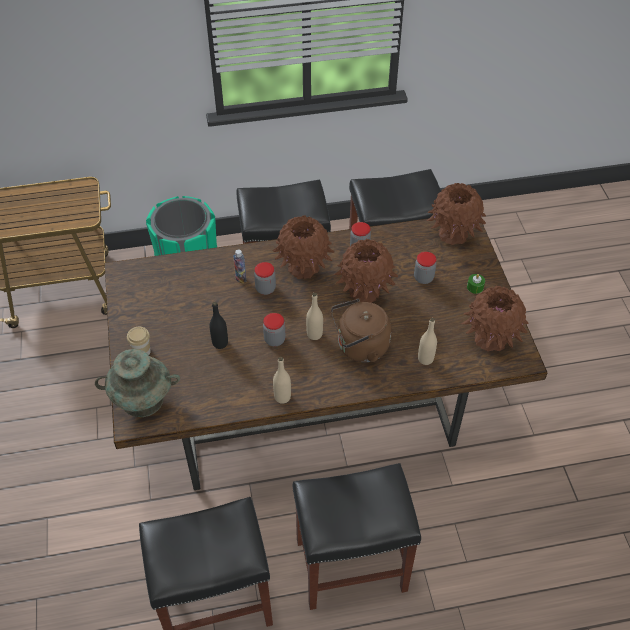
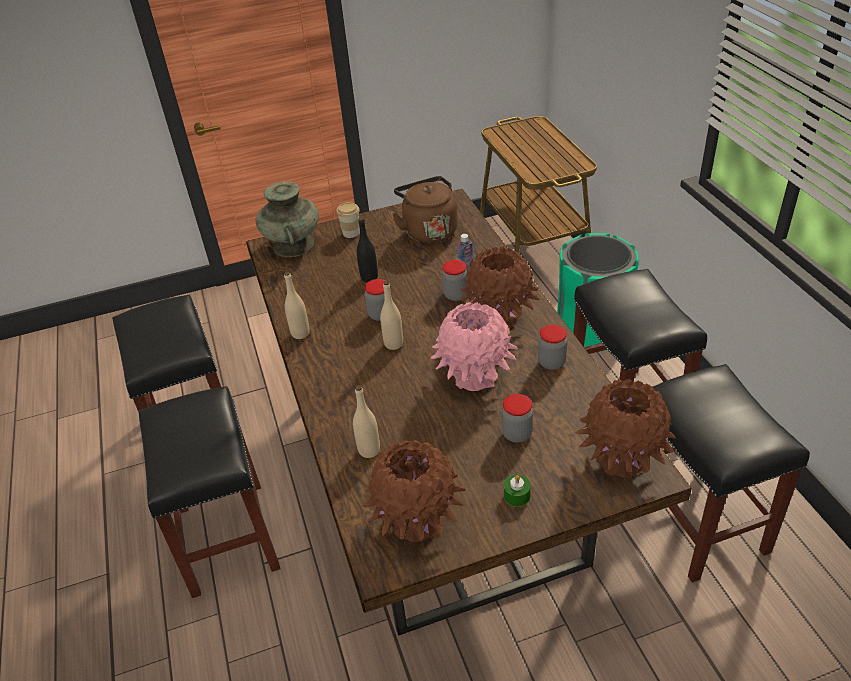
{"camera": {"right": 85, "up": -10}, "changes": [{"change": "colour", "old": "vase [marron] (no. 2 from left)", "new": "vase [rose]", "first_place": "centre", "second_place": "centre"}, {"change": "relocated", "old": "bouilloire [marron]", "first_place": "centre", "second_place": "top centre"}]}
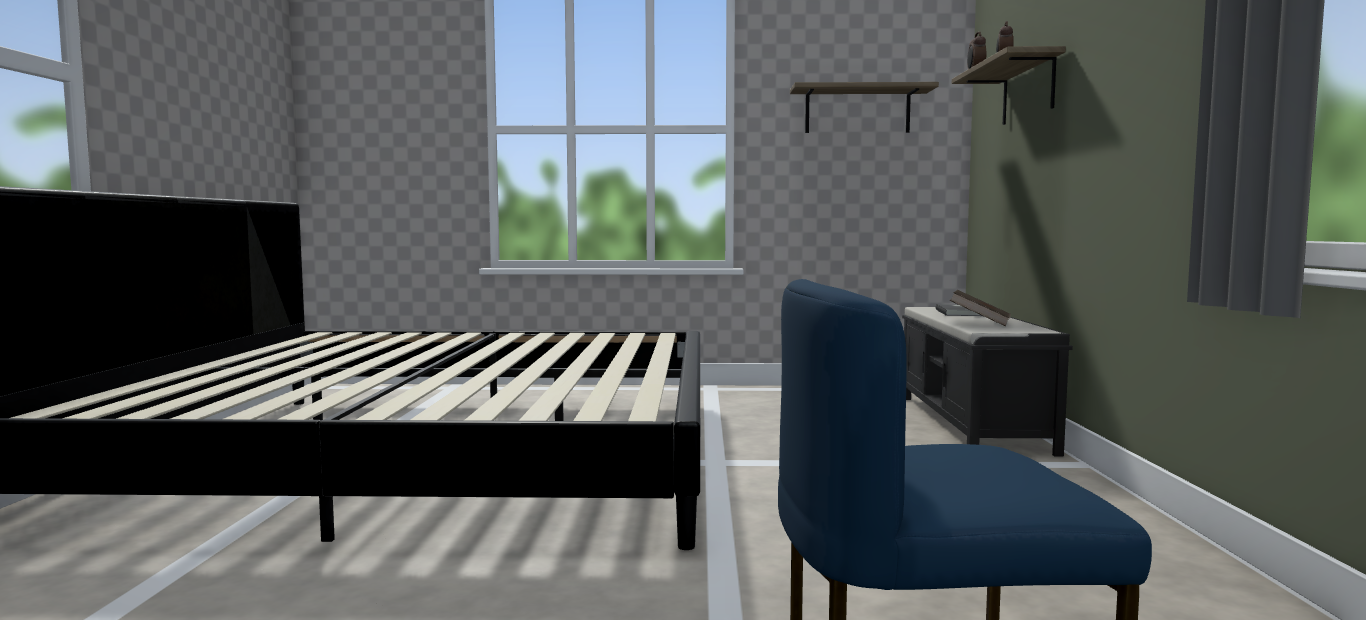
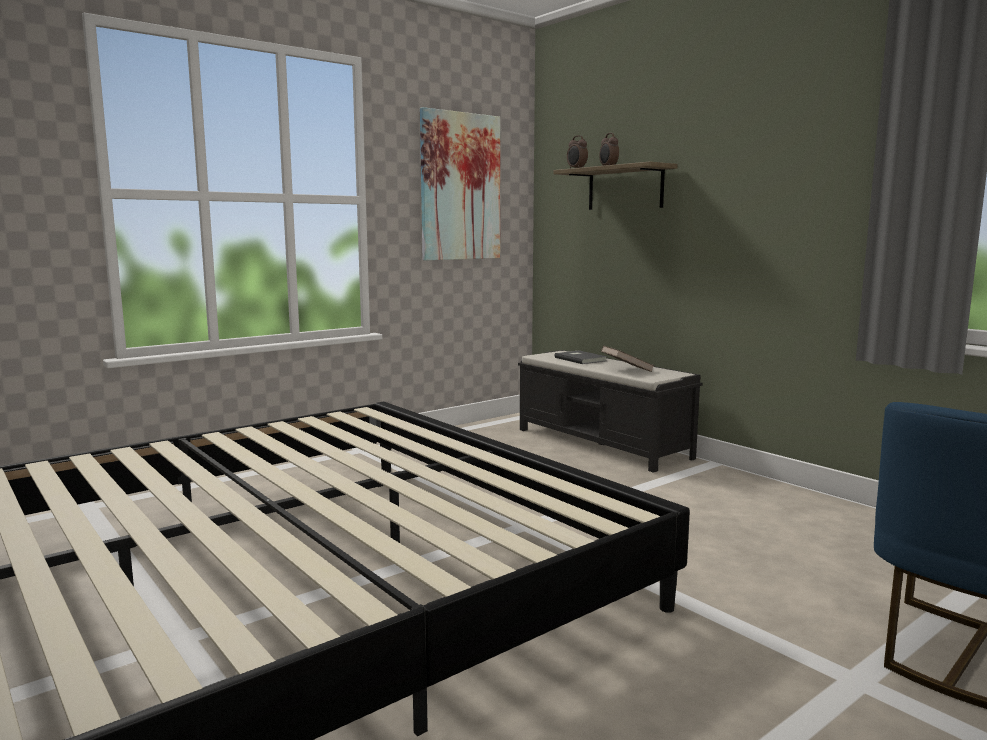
{"camera": {"right": -40, "up": 5}, "changes": [{"change": "exchanged", "old": "étagère (no. 1 from left)", "new": "tableau", "first_place": "top centre", "second_place": "top centre"}]}
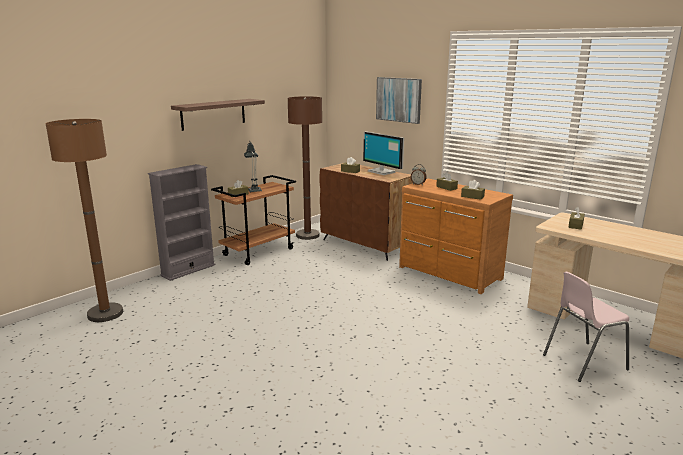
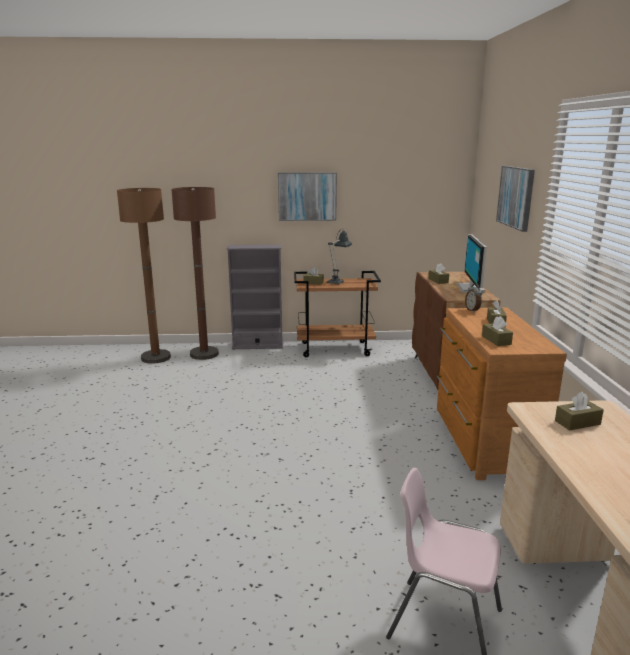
{"camera": {"right": 45, "up": 0}, "changes": [{"change": "relocated", "old": "lampadaire [marron] (no. 2 from left)", "first_place": "centre", "second_place": "middle left"}, {"change": "exchanged", "old": "étagère", "new": "tableau (no. 1 from left)", "first_place": "top left", "second_place": "top centre"}]}
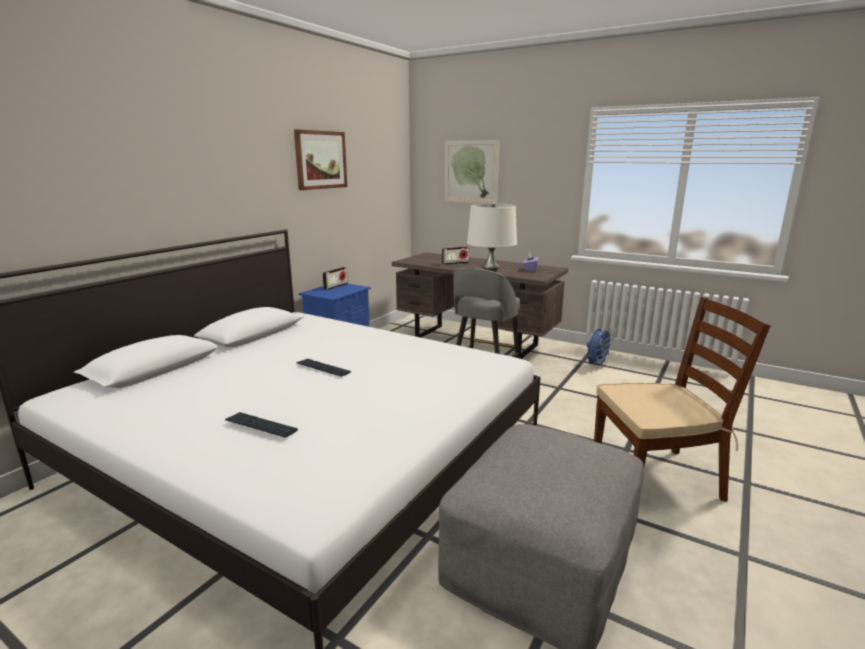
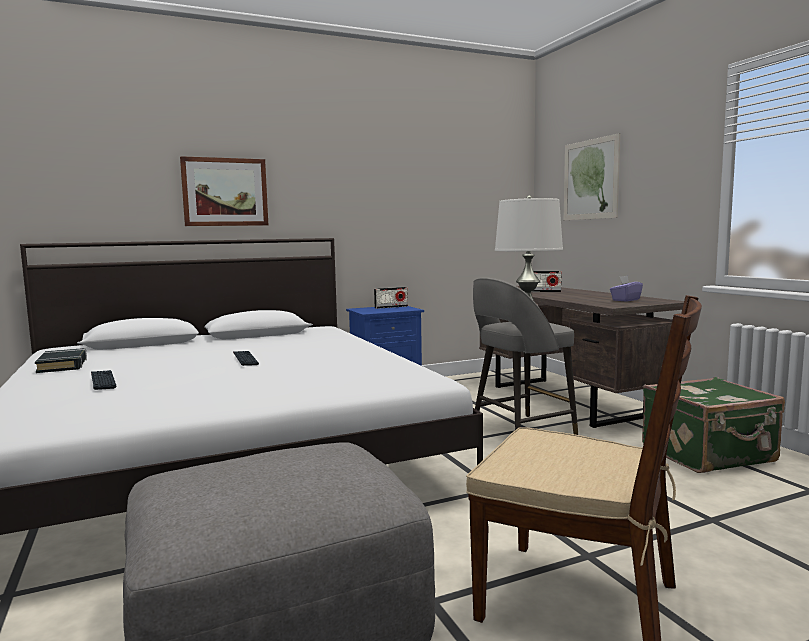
{"camera": {"right": 35, "up": -10}, "changes": [{"change": "relocated", "old": "tableau (no. 1 from left)", "first_place": "top centre", "second_place": "top left"}, {"change": "exchanged", "old": "ventilateur [bleu]", "new": "valise [vert]", "first_place": "middle right", "second_place": "middle right"}, {"change": "appeared", "new": "livre [noir]", "second_place": "middle left"}]}
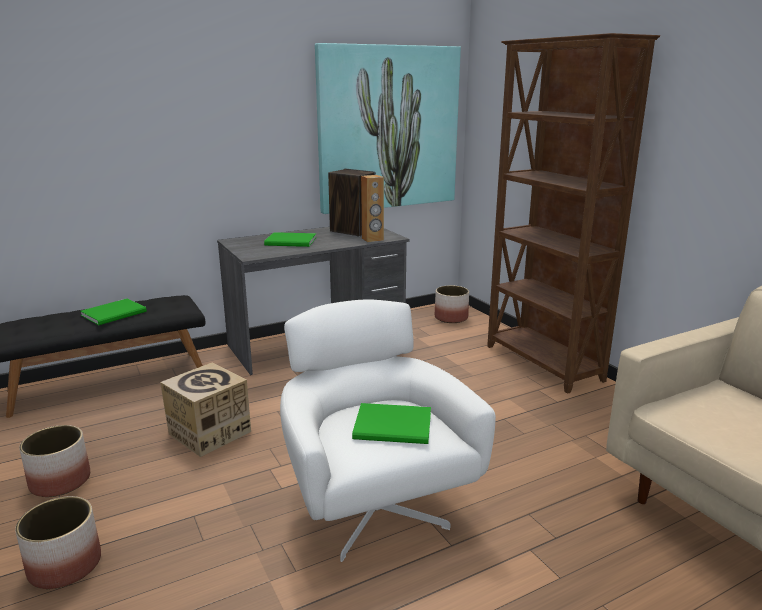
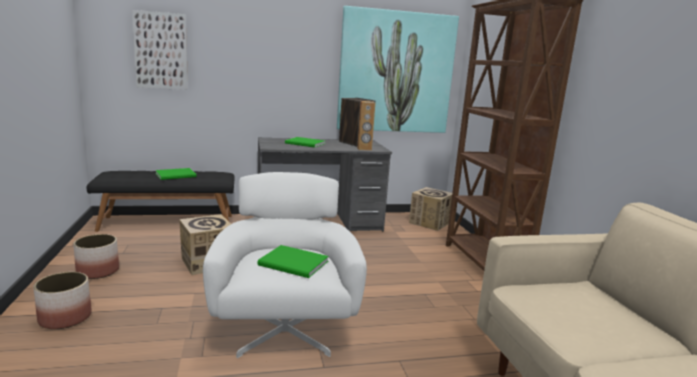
{"camera": {"right": 15, "up": -5}, "changes": [{"change": "exchanged", "old": "cache-pot (no. 3 from left)", "new": "carton (no. 2 from left)", "first_place": "centre", "second_place": "centre"}, {"change": "appeared", "new": "tableau (no. 1 from left)", "second_place": "top left"}]}
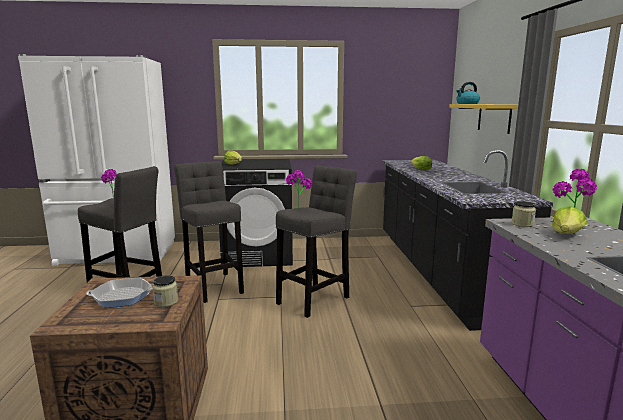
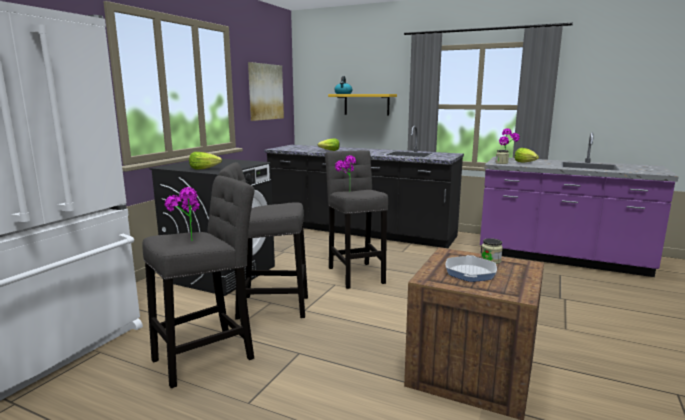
{"camera": {"right": -60, "up": 0}, "changes": [{"change": "appeared", "new": "tableau", "second_place": "top centre"}]}
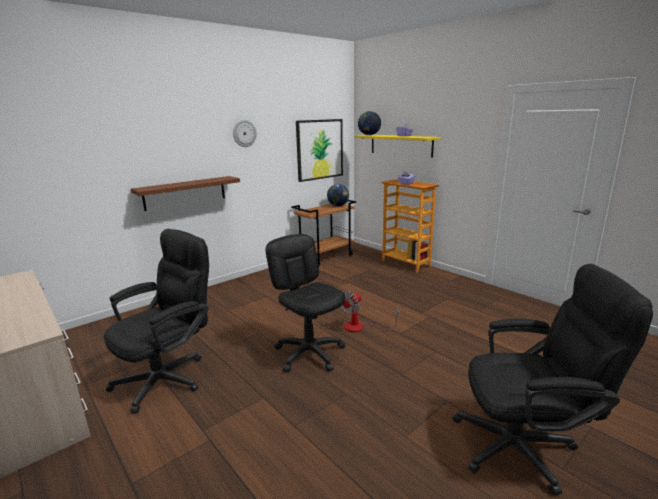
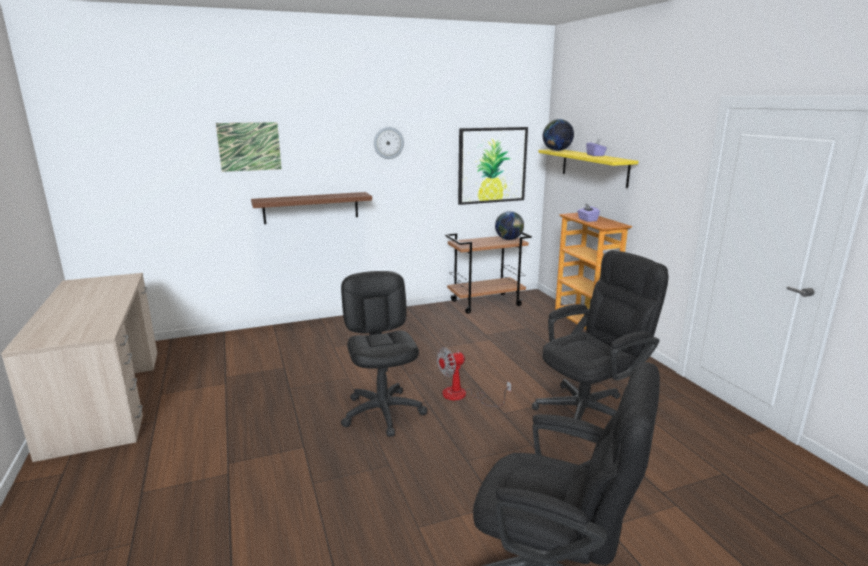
{"camera": {"right": 20, "up": 0}, "changes": [{"change": "relocated", "old": "chaise de bureau [noir] (no. 1 from left in the first image)", "new": "chaise de bureau [noir] (no. 3 from left)", "first_place": "middle left", "second_place": "middle right"}, {"change": "appeared", "new": "tableau (no. 1 from left)", "second_place": "top left"}]}
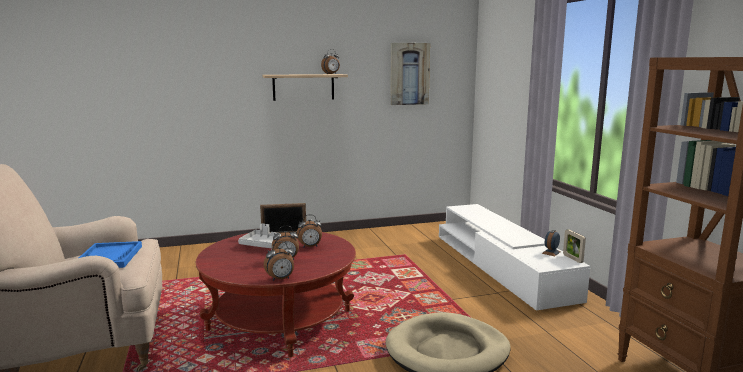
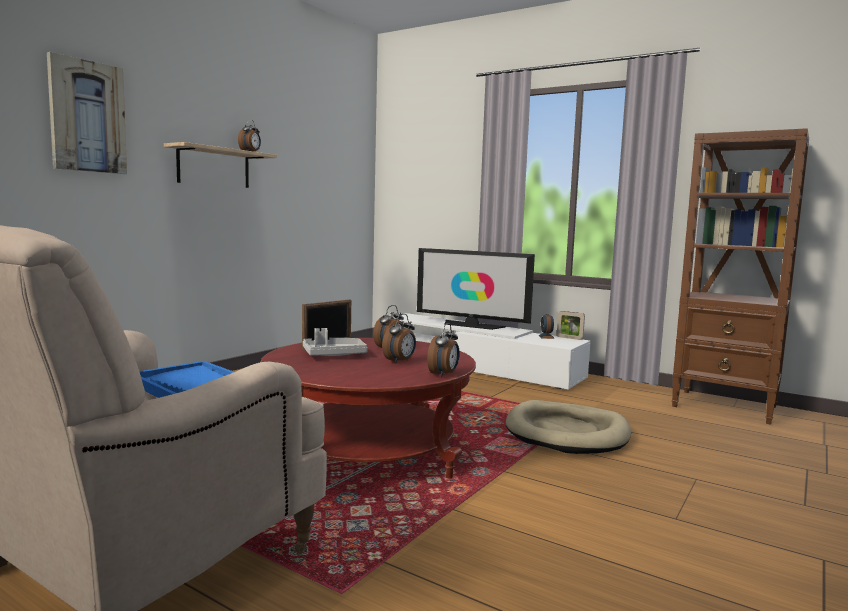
{"camera": {"right": -40, "up": -5}, "changes": [{"change": "relocated", "old": "tableau", "first_place": "top centre", "second_place": "top left"}, {"change": "appeared", "new": "téléviseur", "second_place": "centre"}]}
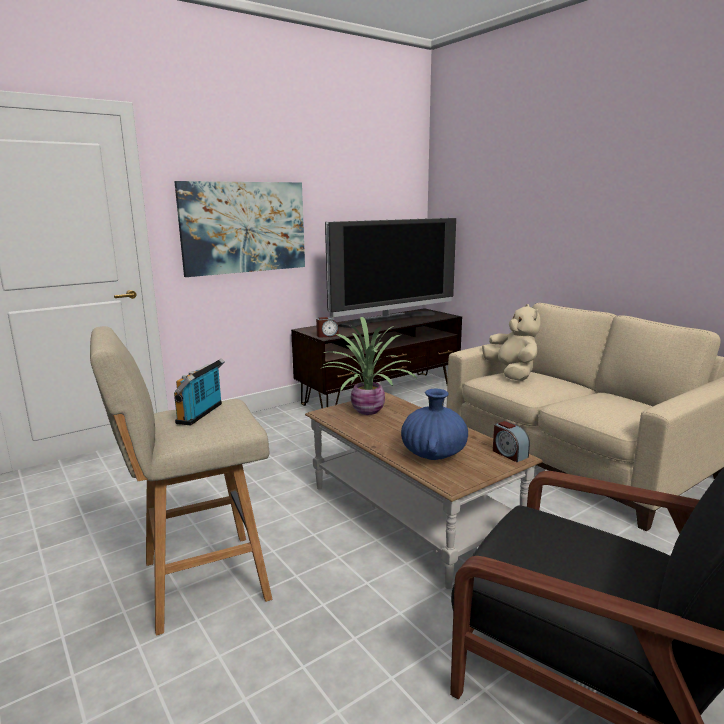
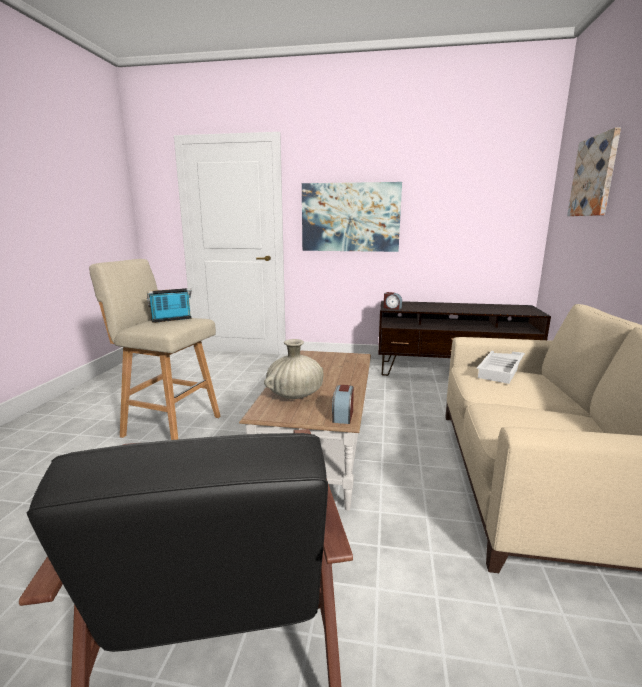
{"camera": {"right": 45, "up": 0}, "changes": [{"change": "missing", "old": "téléviseur", "first_place": "centre"}, {"change": "exchanged", "old": "peluche [beige]", "new": "plateau [blanc]", "first_place": "middle right", "second_place": "middle right"}, {"change": "missing", "old": "plante en pot", "first_place": "centre"}, {"change": "colour", "old": "vase [bleu]", "new": "vase [beige]", "first_place": "centre", "second_place": "centre"}, {"change": "appeared", "new": "tableau (no. 2 from left)", "second_place": "top right"}]}
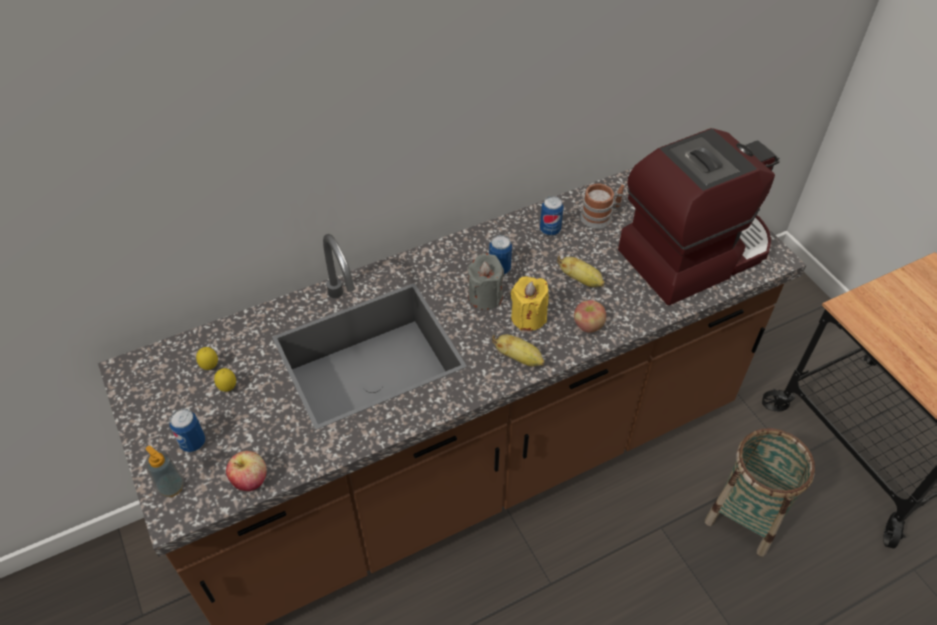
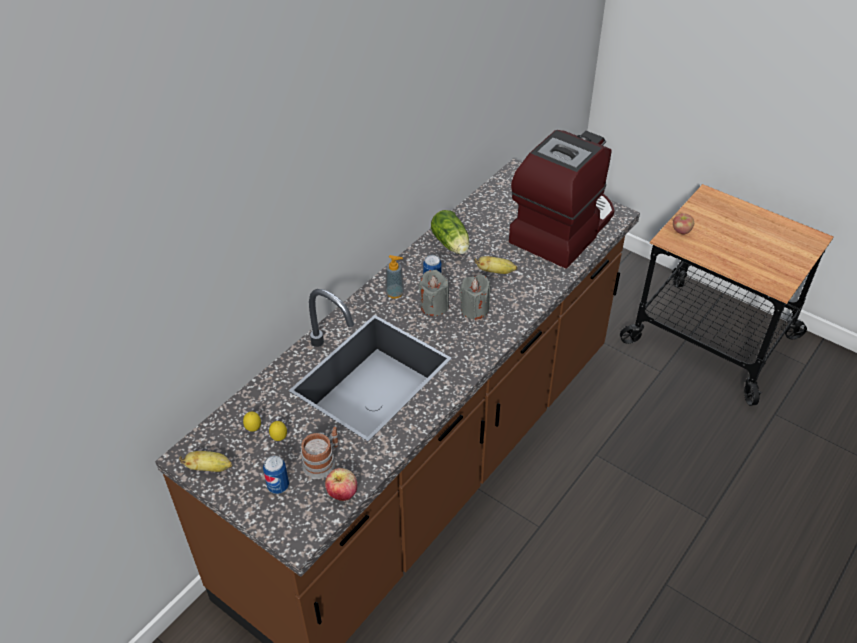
{"camera": {"right": -25, "up": -5}, "changes": [{"change": "relocated", "old": "mug", "first_place": "top centre", "second_place": "bottom centre"}, {"change": "exchanged", "old": "boîte métallique (no. 3 from left)", "new": "laitue", "first_place": "centre", "second_place": "centre"}, {"change": "colour", "old": "bougie [jaune]", "new": "bougie [gris] (no. 2 from left)", "first_place": "centre", "second_place": "centre"}, {"change": "relocated", "old": "pomme (no. 2 from left)", "first_place": "centre", "second_place": "middle right"}, {"change": "relocated", "old": "banane (no. 1 from left)", "first_place": "centre", "second_place": "bottom left"}, {"change": "missing", "old": "panier", "first_place": "bottom right"}, {"change": "relocated", "old": "distributeur de savon", "first_place": "bottom left", "second_place": "centre"}]}
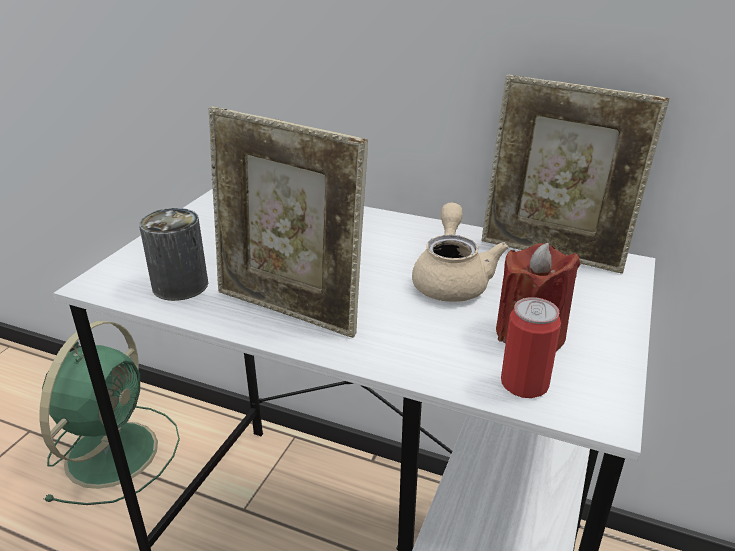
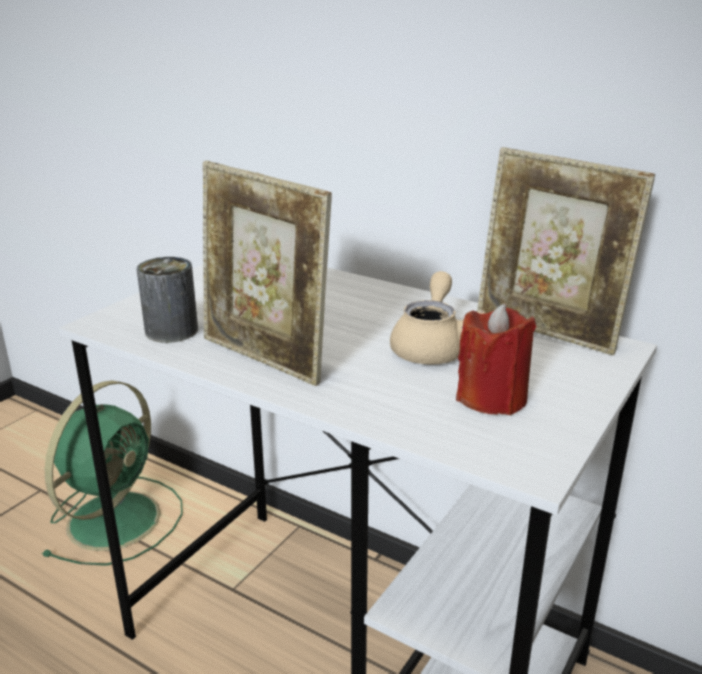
{"camera": {"right": 10, "up": -5}, "changes": [{"change": "missing", "old": "boîte métallique (no. 2 from left)", "first_place": "middle right"}]}
